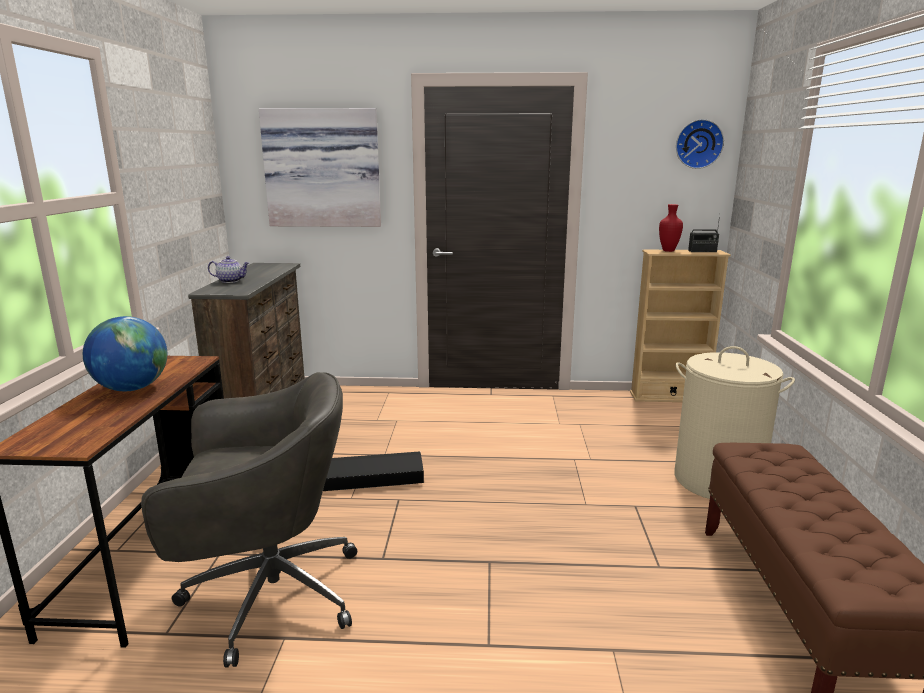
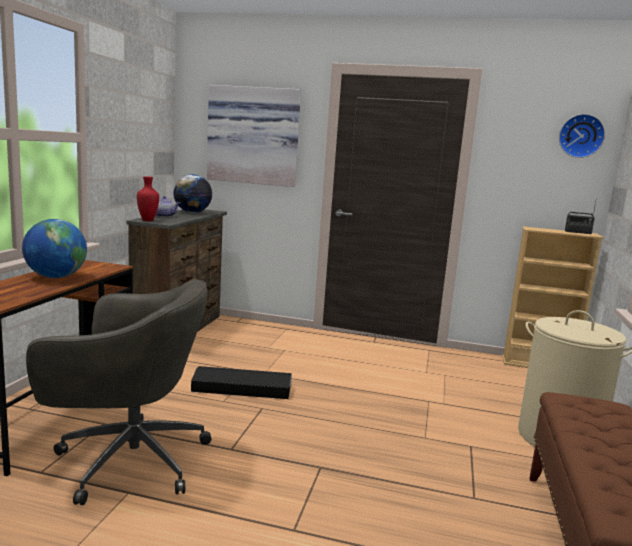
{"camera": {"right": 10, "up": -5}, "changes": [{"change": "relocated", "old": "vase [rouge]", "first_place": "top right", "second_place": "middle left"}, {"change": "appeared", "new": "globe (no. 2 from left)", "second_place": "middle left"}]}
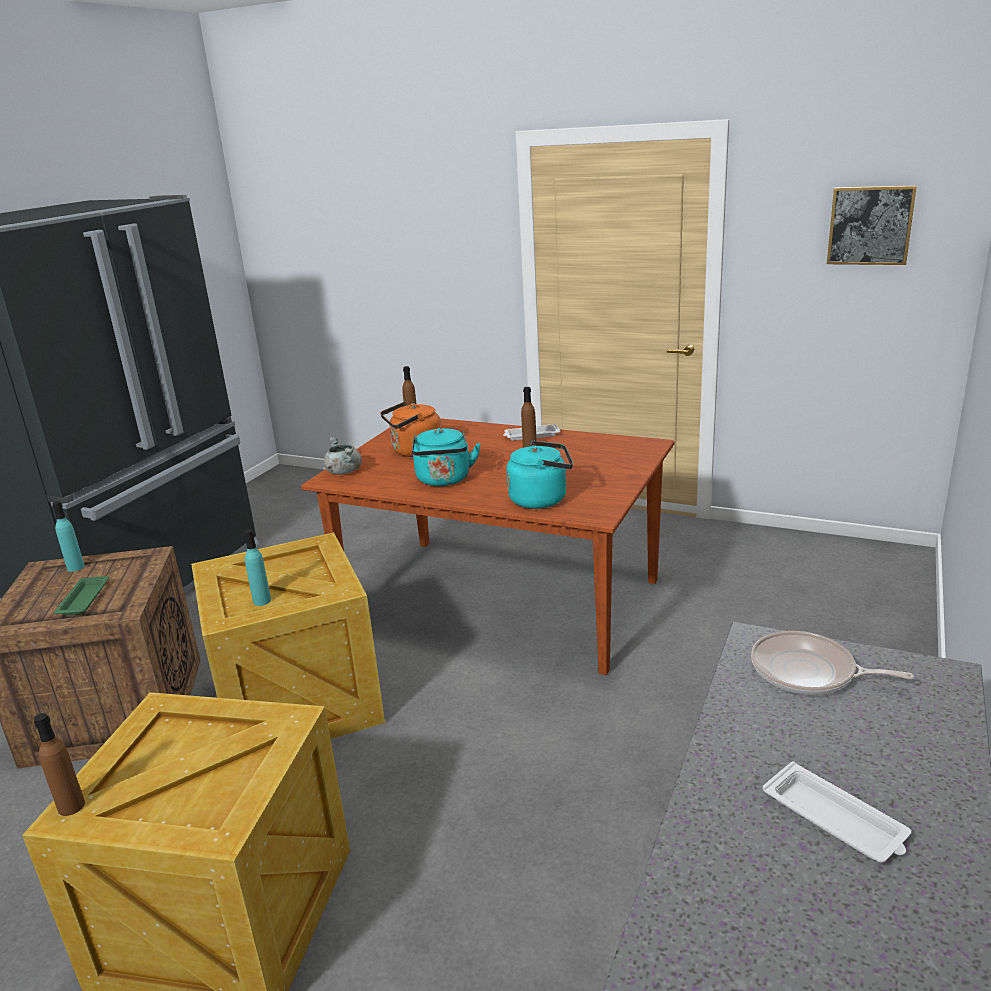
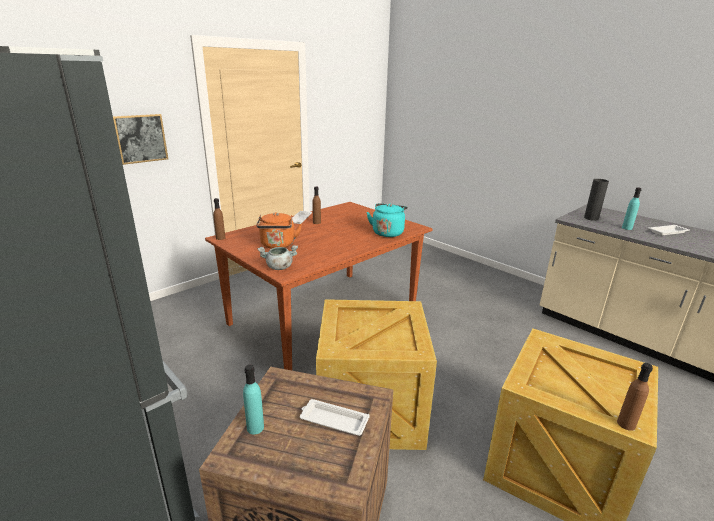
{"camera": {"right": -70, "up": 0}, "changes": [{"change": "relocated", "old": "tableau", "first_place": "top right", "second_place": "top left"}, {"change": "missing", "old": "bouilloire [turquoise] (no. 1 from left)", "first_place": "centre"}, {"change": "relocated", "old": "bouteille [turquoise] (no. 2 from left)", "first_place": "middle left", "second_place": "middle right"}, {"change": "colour", "old": "plateau [vert]", "new": "plateau [blanc] (no. 2 from left)", "first_place": "middle left", "second_place": "bottom centre"}, {"change": "exchanged", "old": "poêle", "new": "vase [noir]", "first_place": "bottom right", "second_place": "middle right"}]}
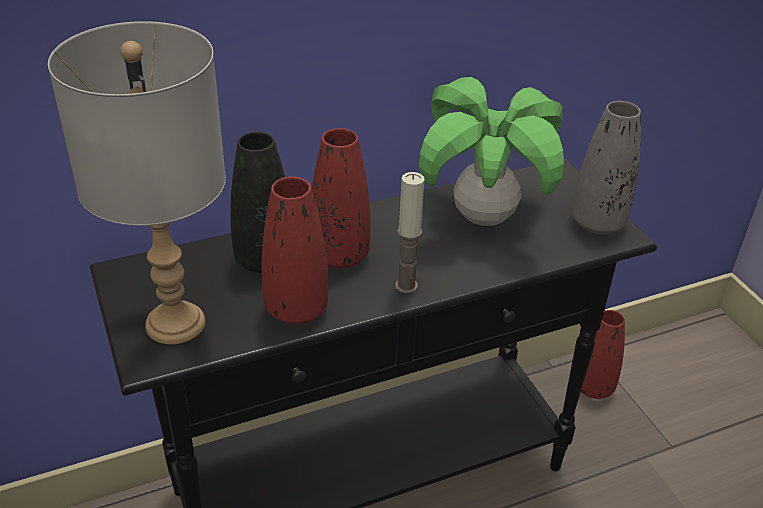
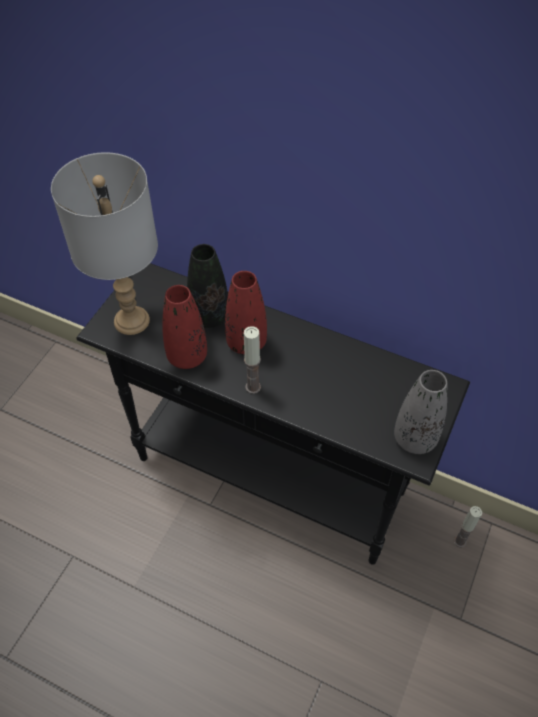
{"camera": {"right": 50, "up": 15}, "changes": [{"change": "missing", "old": "plante en pot", "first_place": "top centre"}, {"change": "exchanged", "old": "vase [rouge] (no. 3 from left)", "new": "bougie (no. 2 from left)", "first_place": "bottom right", "second_place": "bottom right"}]}
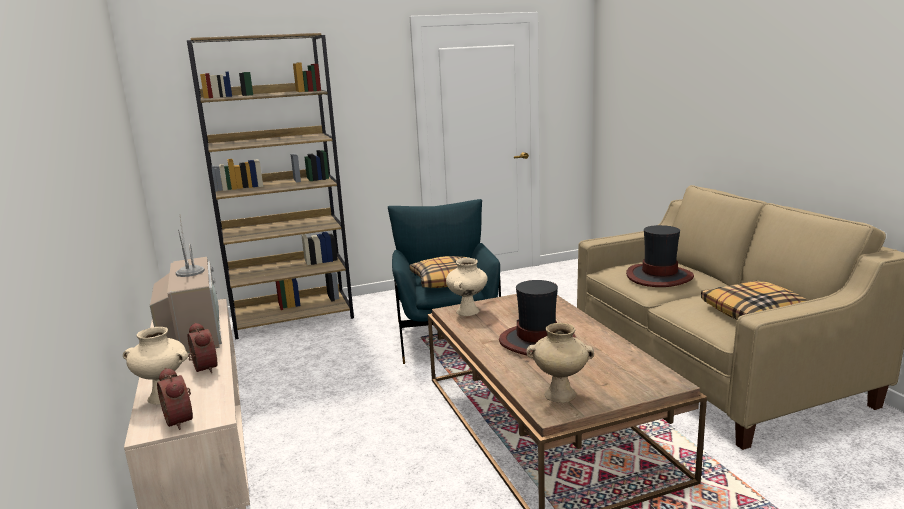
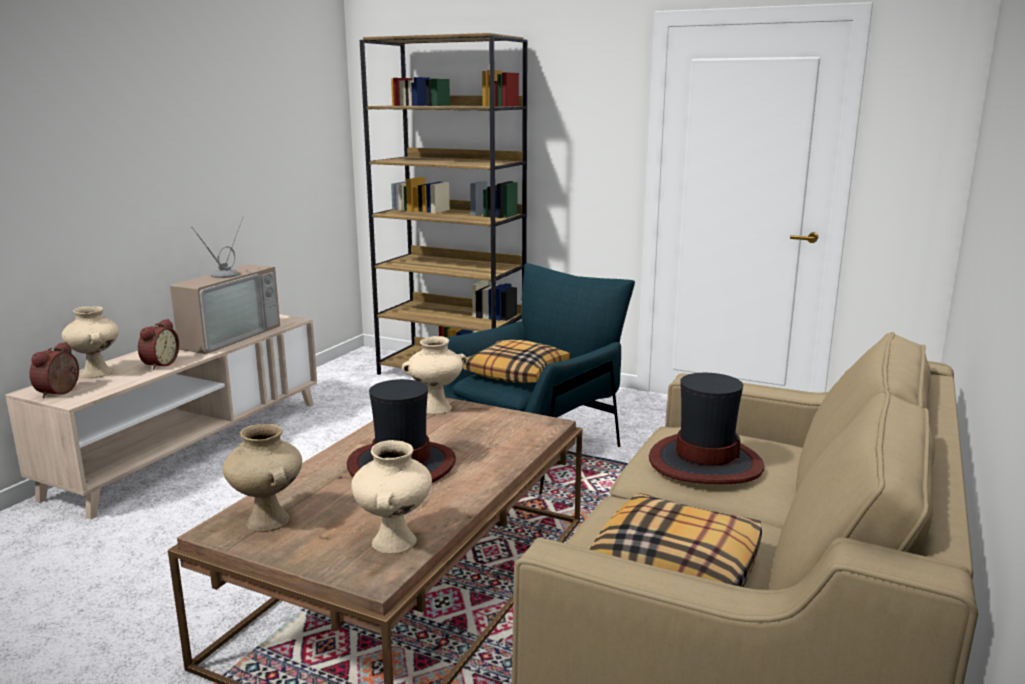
{"camera": {"right": 45, "up": 0}, "changes": [{"change": "appeared", "new": "vase [beige] (no. 3 from left)", "second_place": "bottom centre"}]}
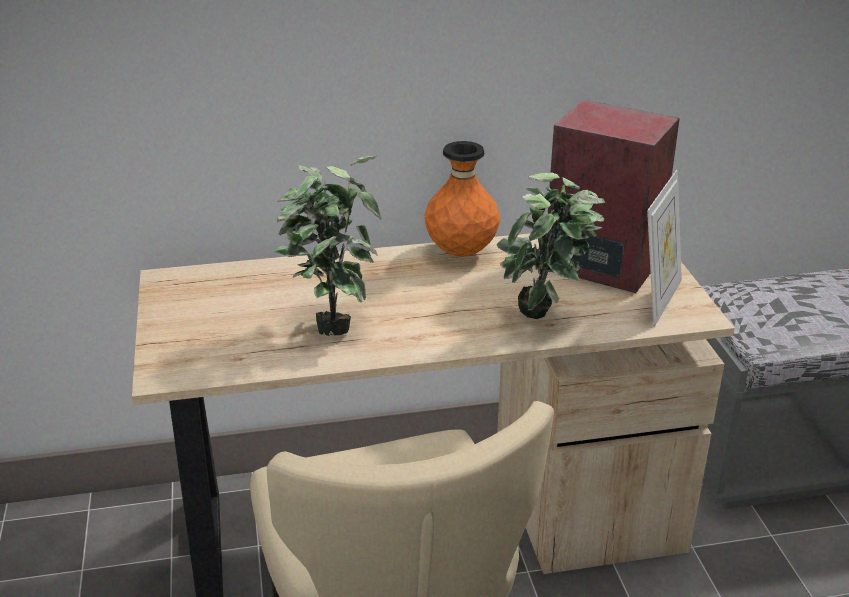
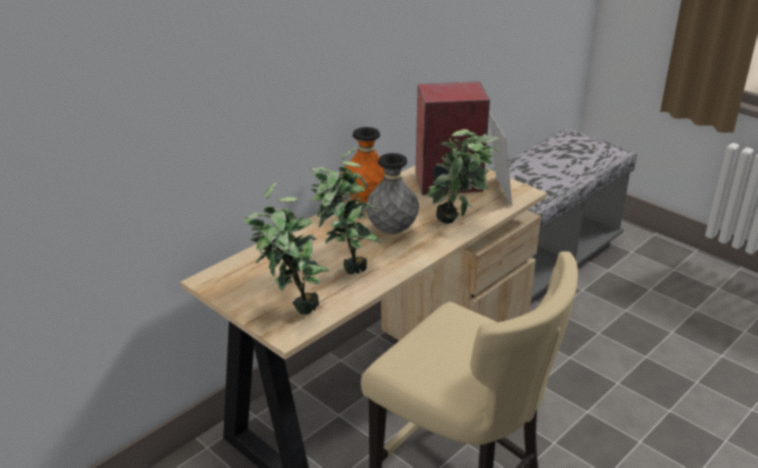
{"camera": {"right": -35, "up": 0}, "changes": [{"change": "appeared", "new": "vase [gris]", "second_place": "centre"}, {"change": "appeared", "new": "plante en pot (no. 1 from left)", "second_place": "centre"}]}
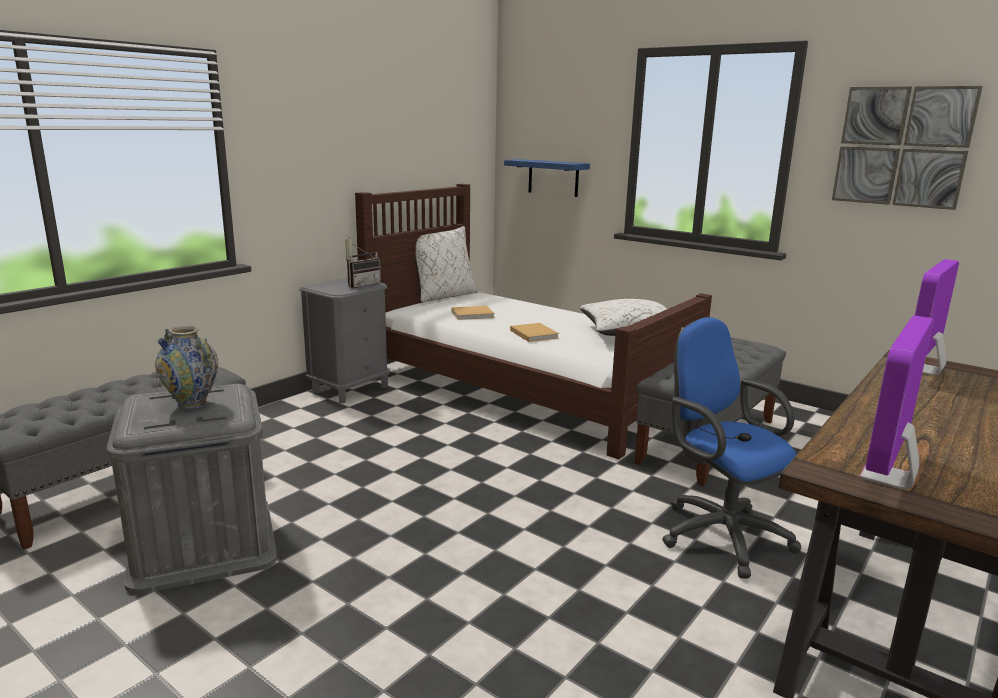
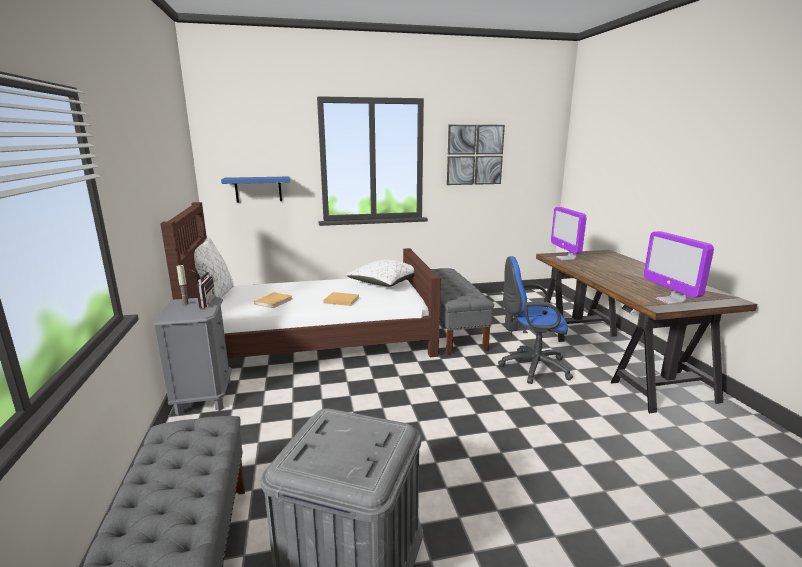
{"camera": {"right": -50, "up": 0}, "changes": [{"change": "missing", "old": "vase", "first_place": "middle left"}]}
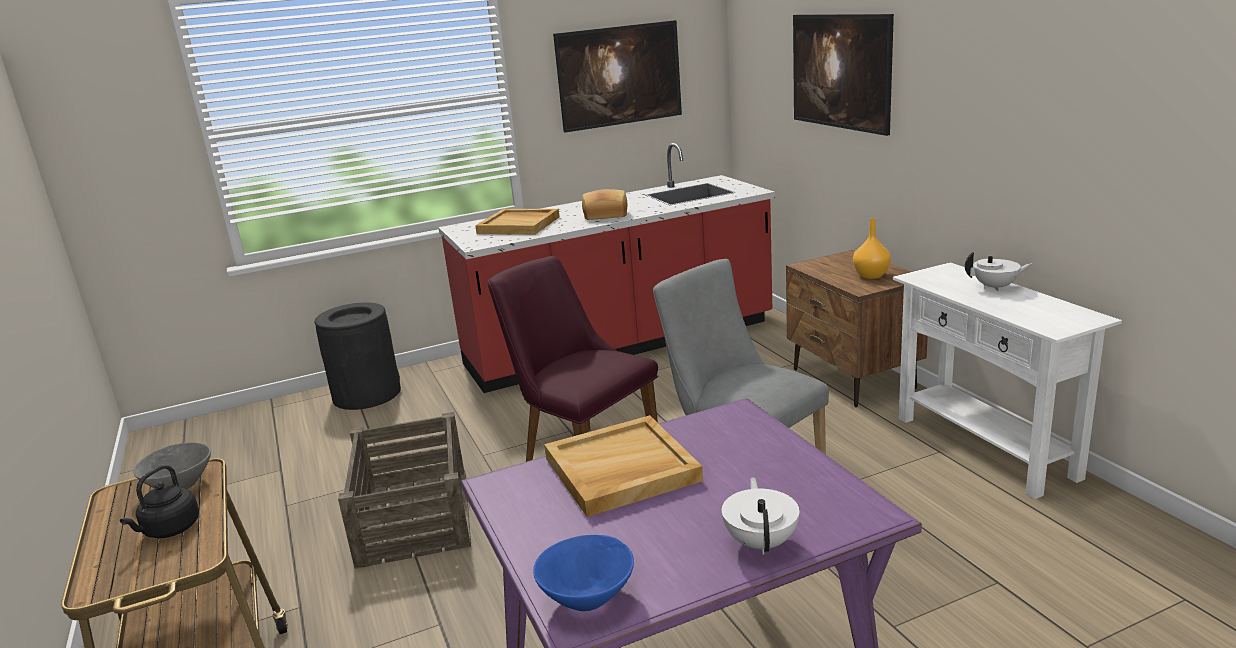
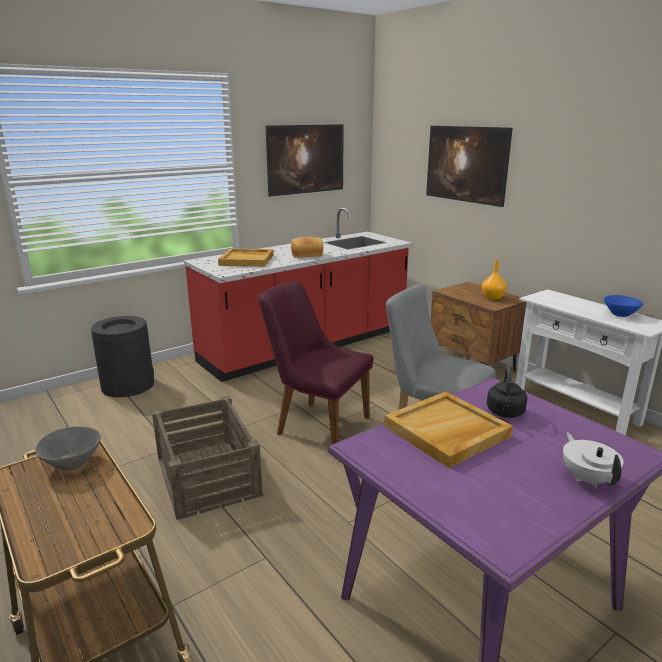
{"camera": {"right": -15, "up": 0}, "changes": [{"change": "missing", "old": "théière [blanc] (no. 2 from left)", "first_place": "middle right"}, {"change": "relocated", "old": "bouilloire [noir]", "first_place": "bottom left", "second_place": "middle right"}, {"change": "relocated", "old": "bol [bleu]", "first_place": "bottom centre", "second_place": "middle right"}]}
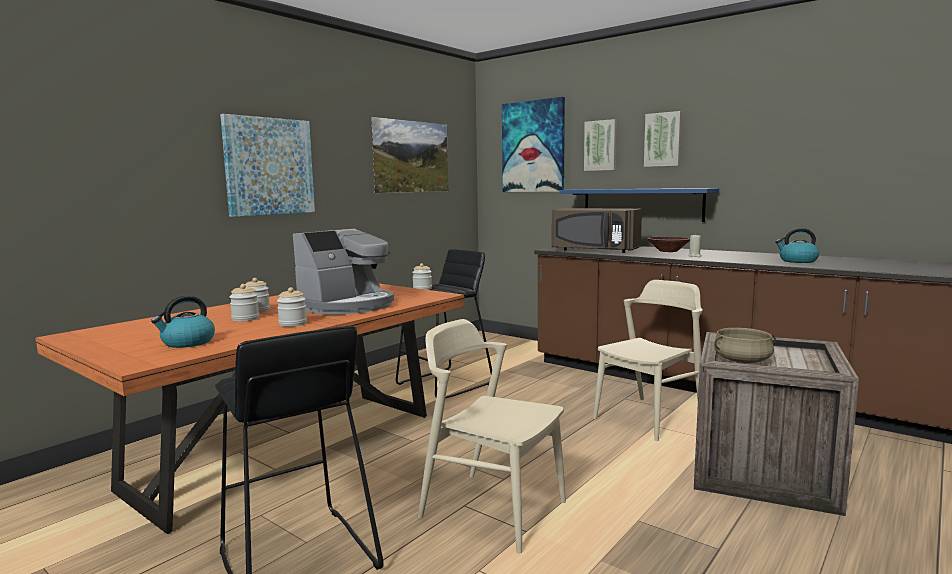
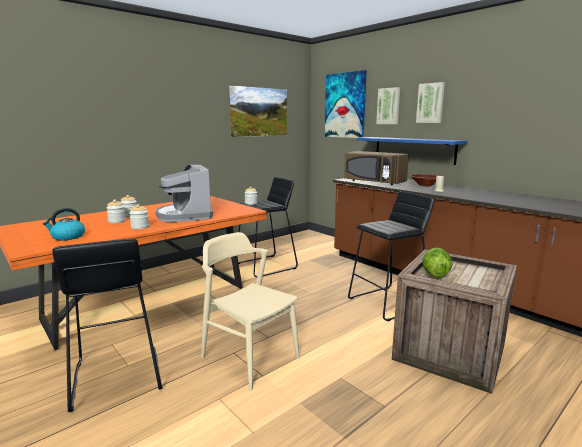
{"camera": {"right": 10, "up": 5}, "changes": [{"change": "missing", "old": "tableau (no. 1 from left)", "first_place": "top left"}, {"change": "missing", "old": "bouilloire (no. 2 from left)", "first_place": "middle right"}, {"change": "spun", "old": "machine à café", "first_place": "centre", "second_place": "middle left", "degrees": 105}, {"change": "exchanged", "old": "chaise [beige] (no. 2 from left)", "new": "tabouret [noir] (no. 3 from left)", "first_place": "middle right", "second_place": "middle right"}, {"change": "exchanged", "old": "marmite [beige]", "new": "laitue", "first_place": "middle right", "second_place": "middle right"}]}
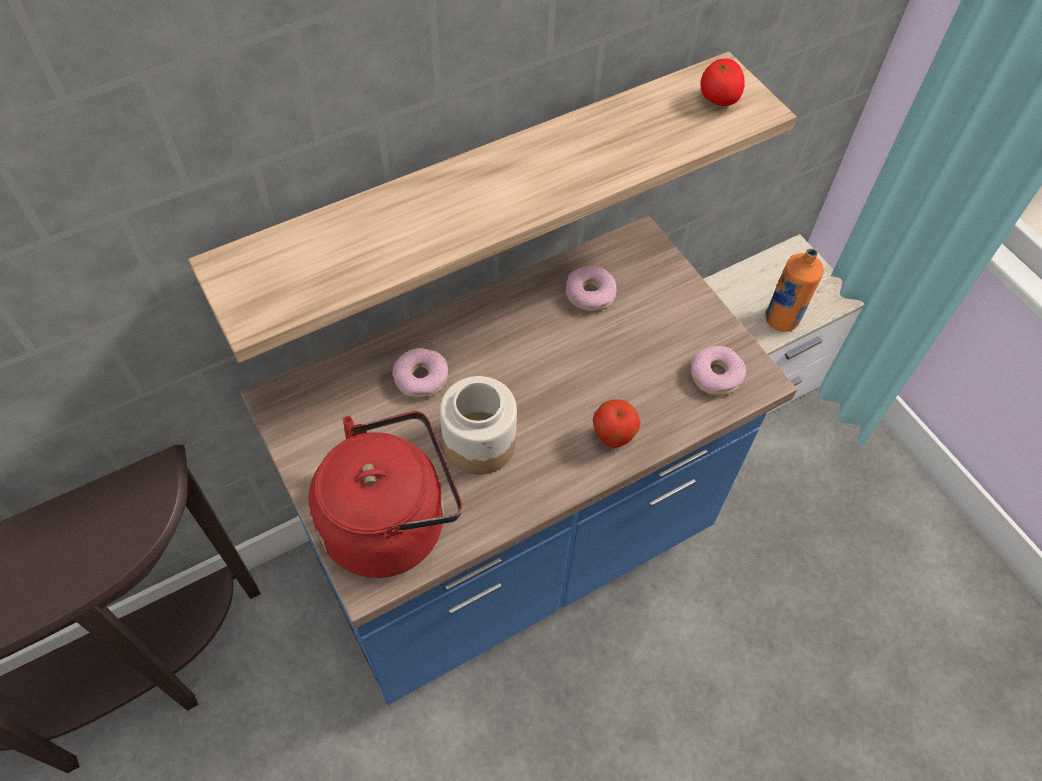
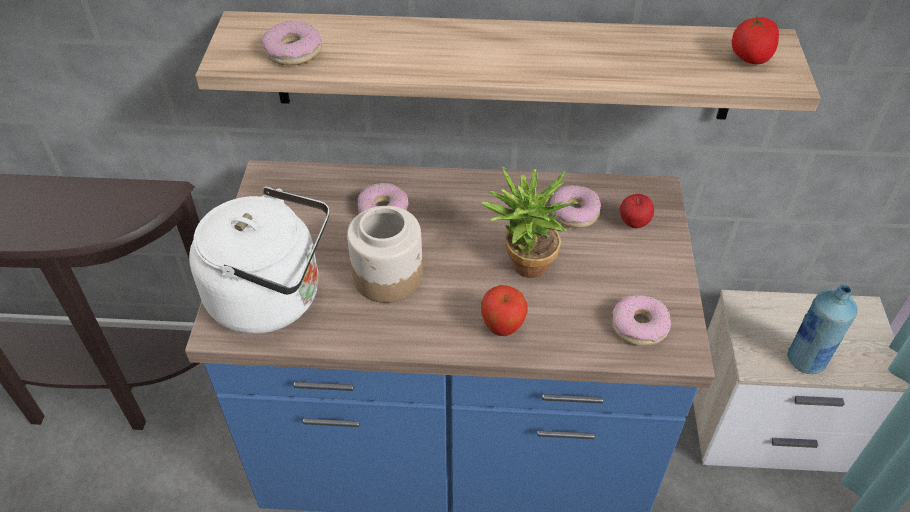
{"camera": {"right": 35, "up": -10}, "changes": [{"change": "colour", "old": "bouteille [orange]", "new": "bouteille [bleu]", "first_place": "middle right", "second_place": "middle right"}, {"change": "colour", "old": "bouilloire [rouge]", "new": "bouilloire [blanc]", "first_place": "centre", "second_place": "middle left"}, {"change": "appeared", "new": "beignet (no. 1 from left)", "second_place": "top left"}, {"change": "appeared", "new": "plante en pot", "second_place": "centre"}, {"change": "appeared", "new": "pomme (no. 2 from left)", "second_place": "middle right"}]}
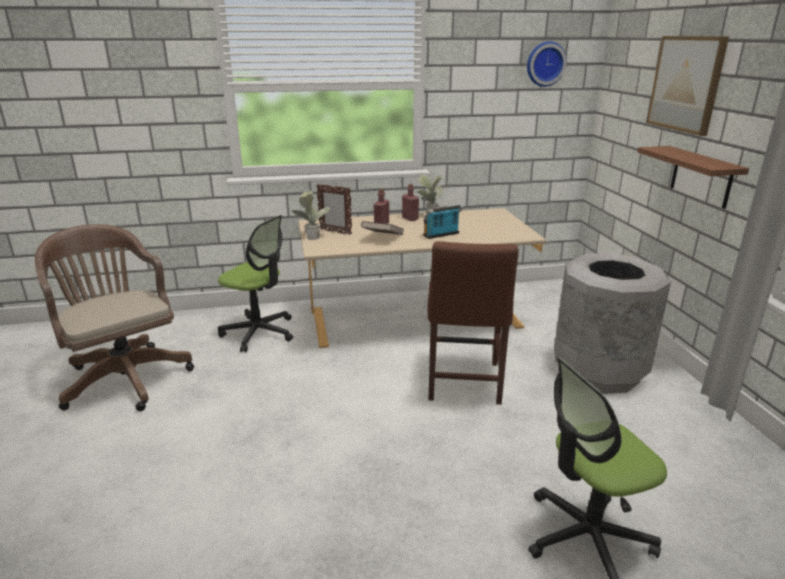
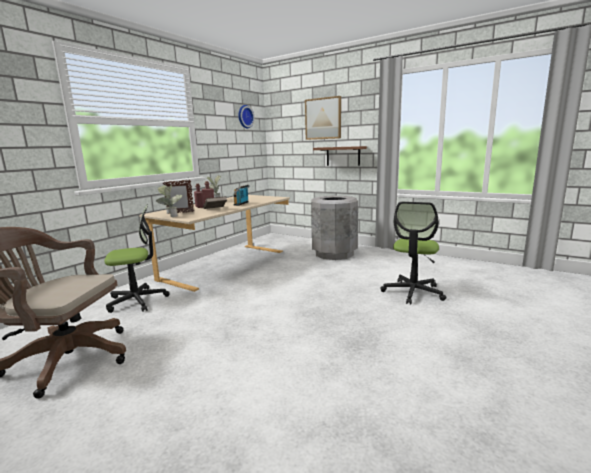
{"camera": {"right": -45, "up": -10}, "changes": [{"change": "missing", "old": "chaise [marron]", "first_place": "centre"}]}
